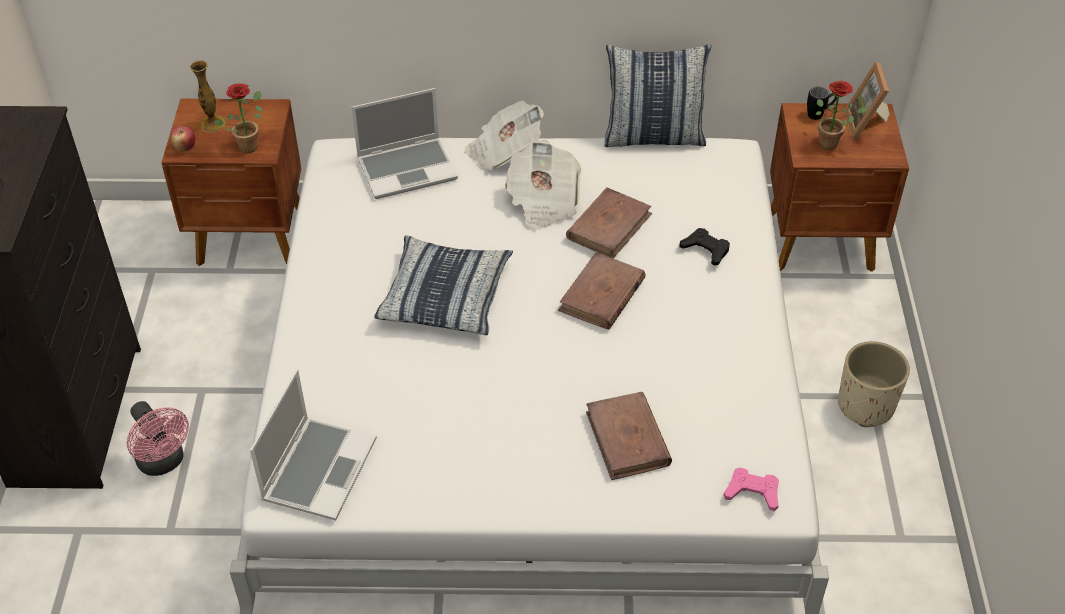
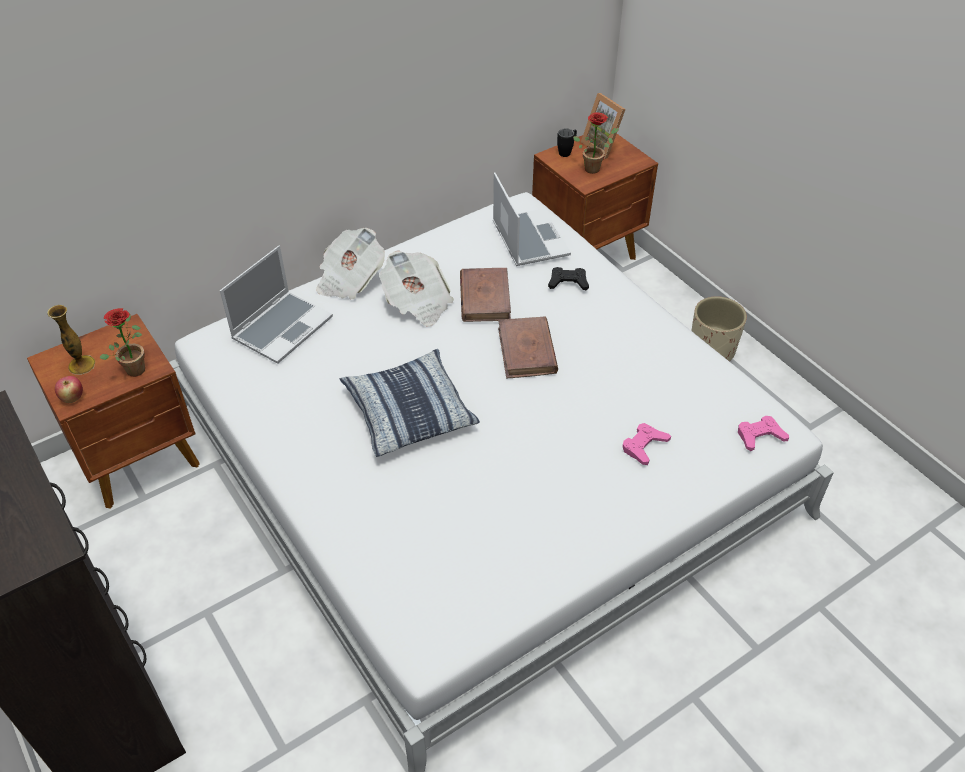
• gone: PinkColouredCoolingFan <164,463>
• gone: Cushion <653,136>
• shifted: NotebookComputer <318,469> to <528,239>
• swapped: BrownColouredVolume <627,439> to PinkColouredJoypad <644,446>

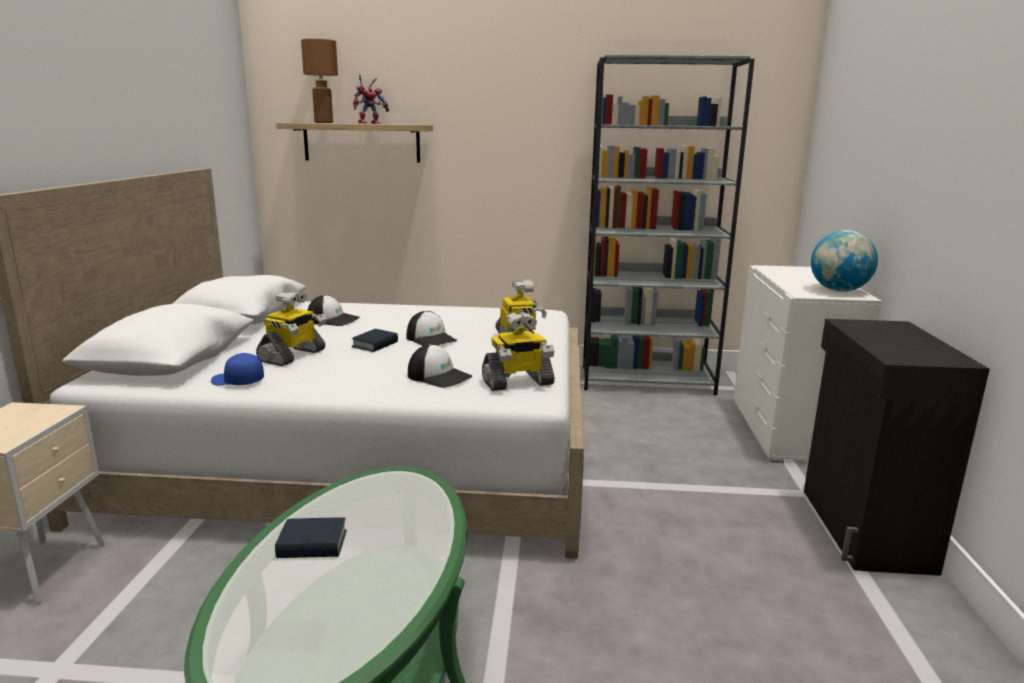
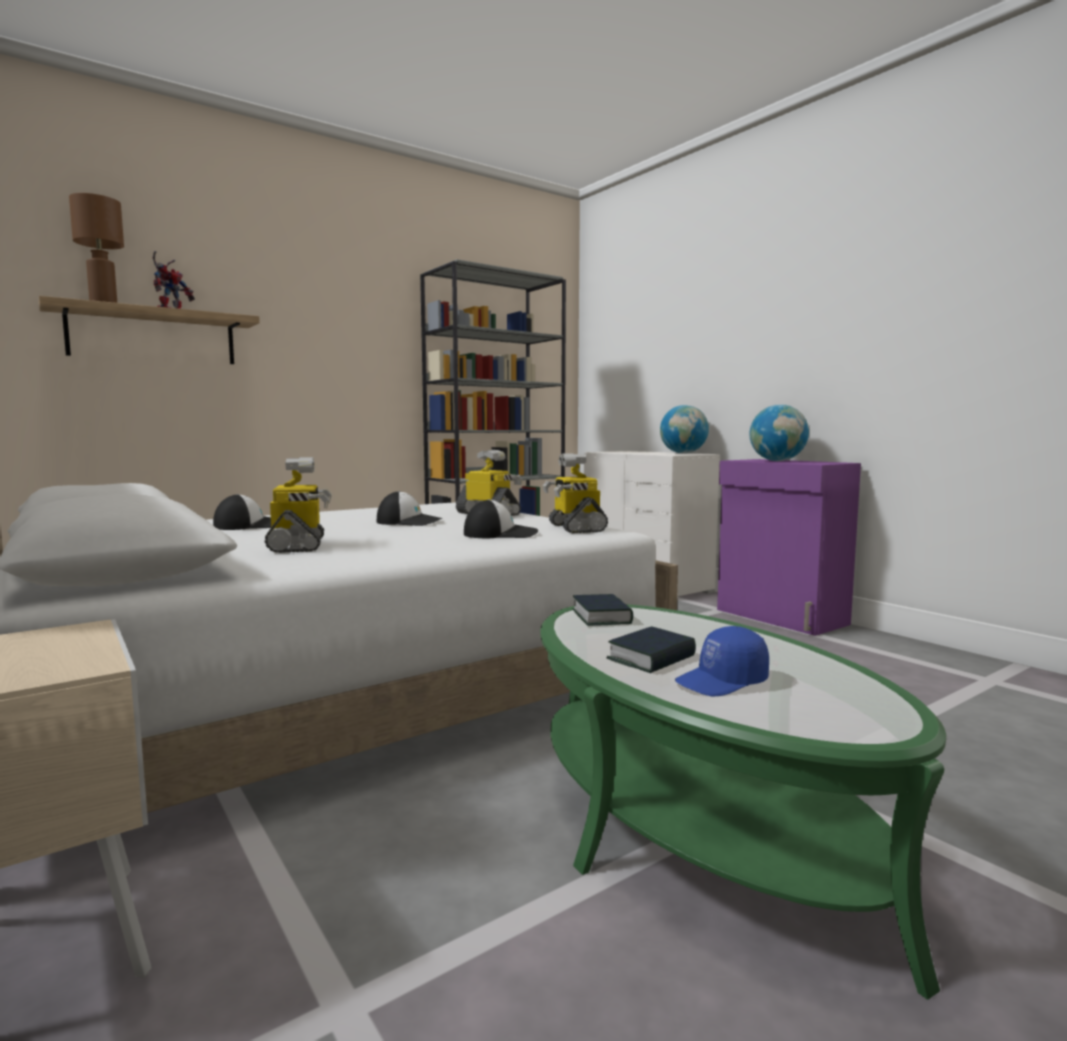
• new: WorldGlobe <777,461>
• shifted: BluePeakedCap <237,381> to <722,682>
• shifted: Volume <375,345> to <601,617>
• repainted: BlackishCupboard <863,529> to PurpleColouredCupboard <780,617>
• rotated: RobotFigure <517,383> = <575,528> 135 degrees clockwise

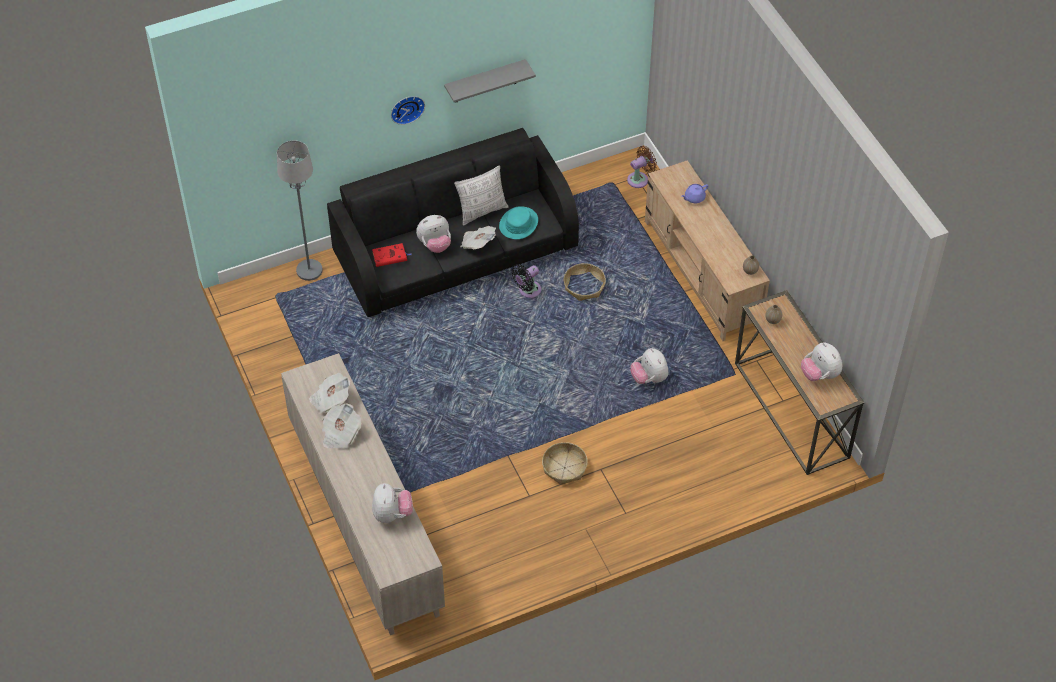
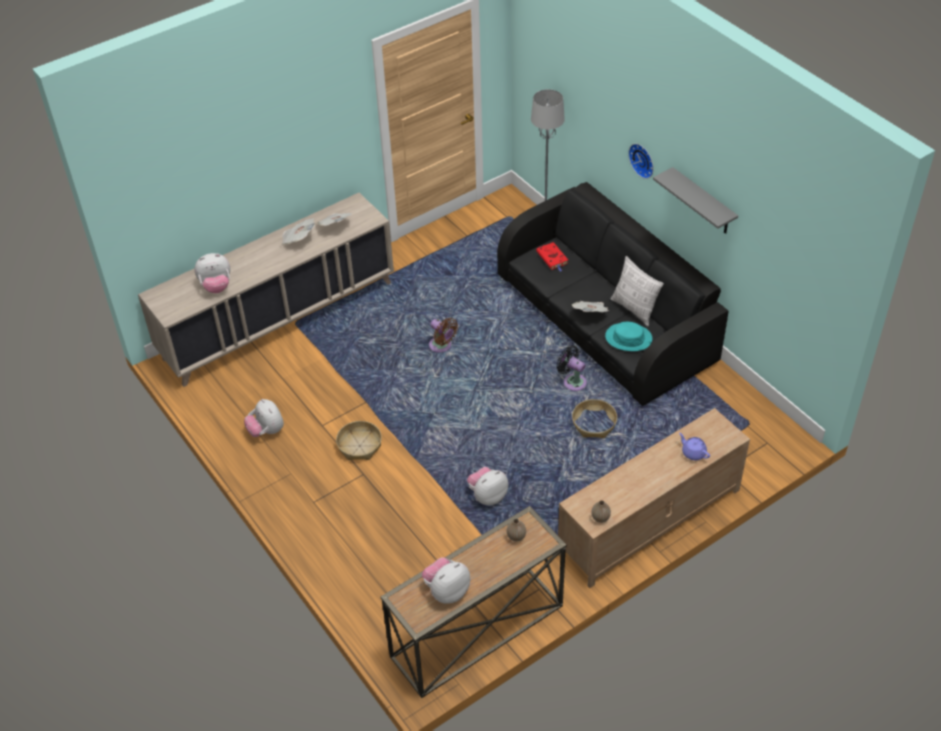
• shifted: CuddlyToy <435,245> to <266,431>
• shifted: BrownColouredCoolingFan <640,179> to <442,346>

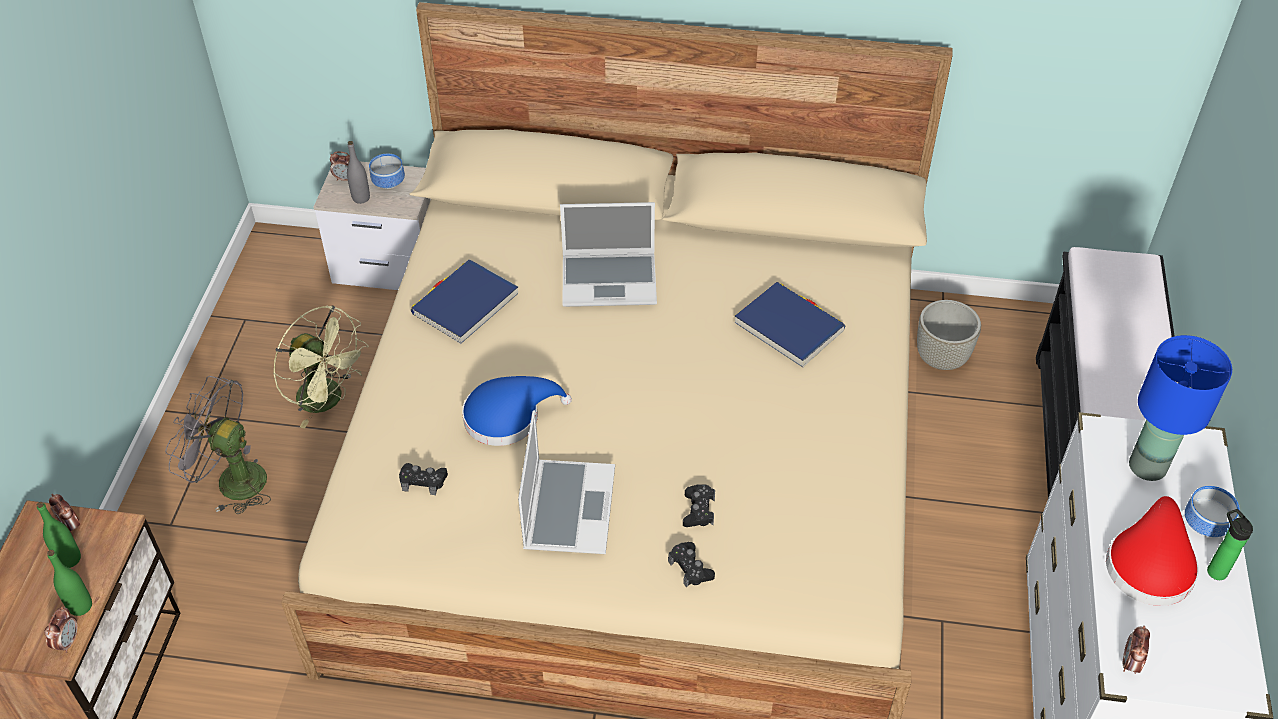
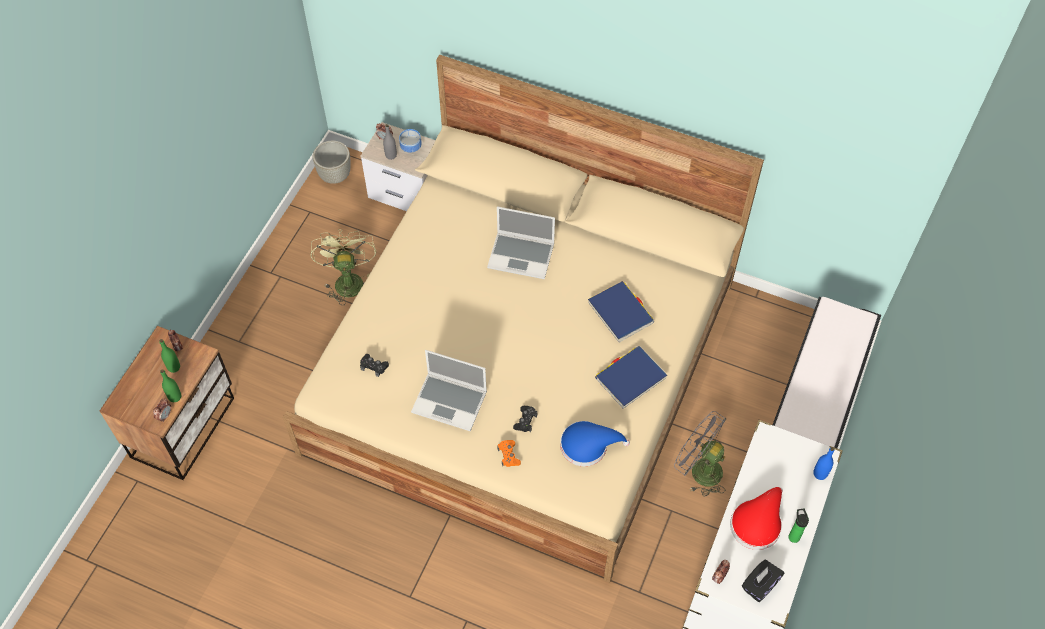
• gone: BlueTableLamp <1146,466>
• gone: Bowl <1207,524>
• new: BlackishBoxOfTissues <760,585>
• new: BlueBottle <820,474>
• shifted: GreyishCoolingFan <231,480> to <699,469>
• shifted: BlueVolume <465,304> to <630,378>
• shifted: BlueWearableHat <508,416> to <588,445>
• shifted: GreyishPlanter <941,358> to <335,175>
• repainted: BlackishJoypad <690,568> to OrangeColouredJoypad <508,455>
• rotated: GreenCoolingFan <328,400> = <347,280> 150 degrees counterclockwise
• rotated: NotebookComputer <568,507> = <450,402> 90 degrees clockwise

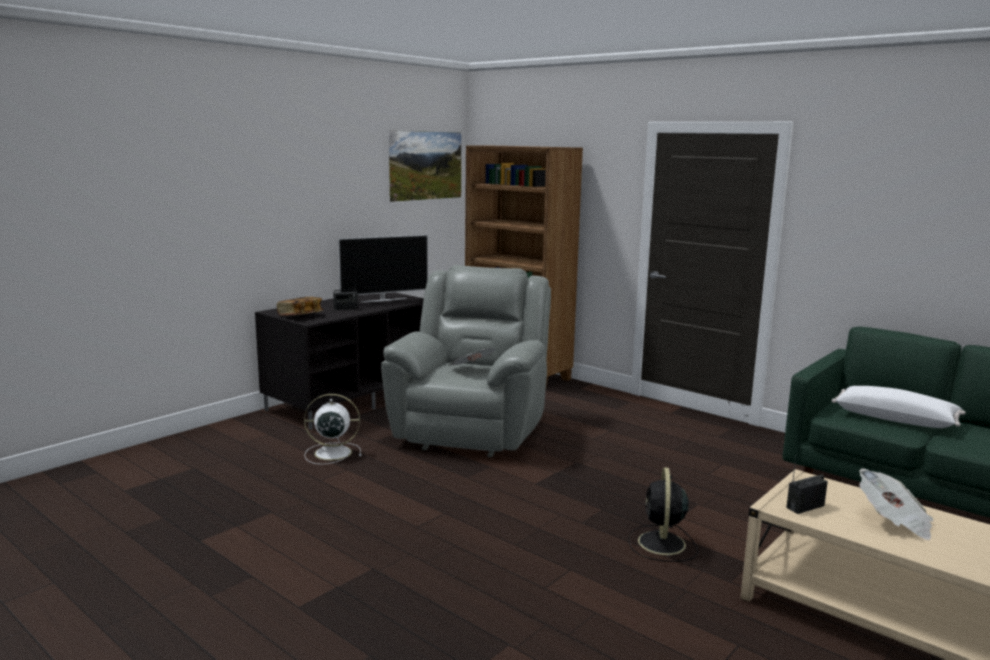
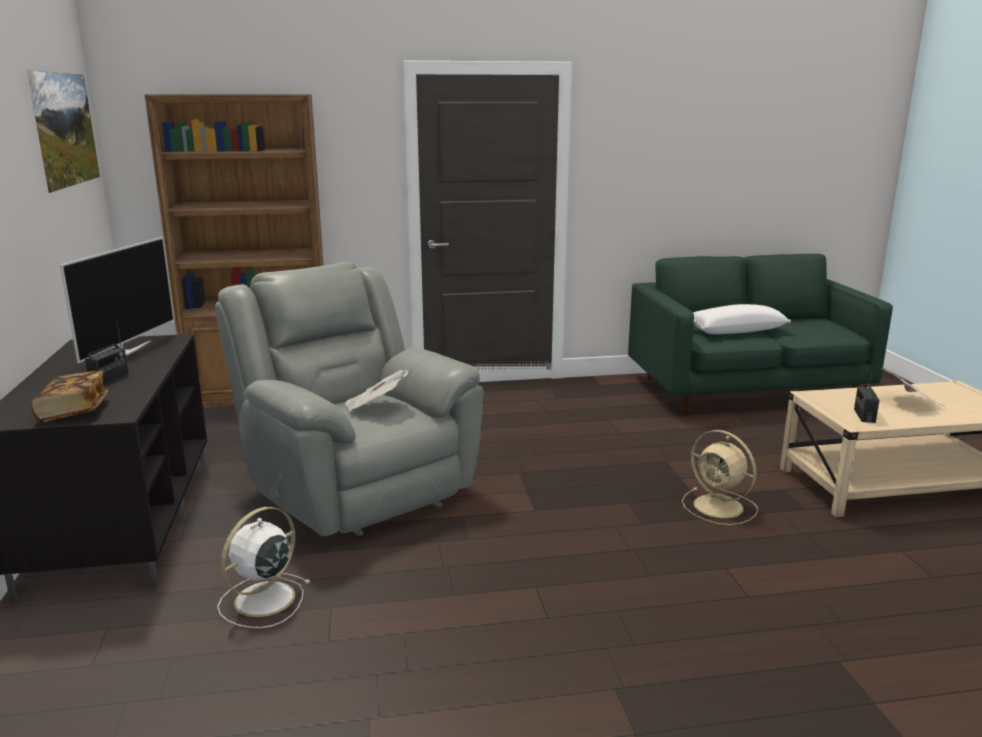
• repainted: BlackishCoolingFan <661,544> to BeigeCoolingFan <720,507>

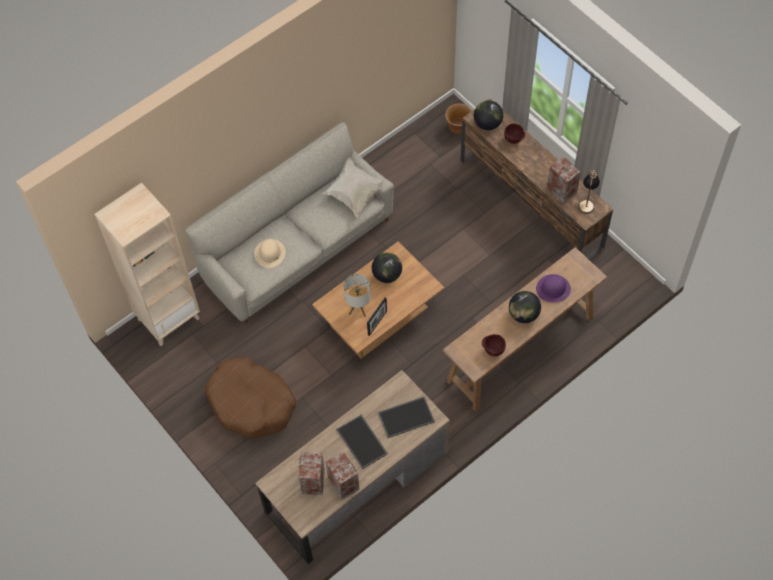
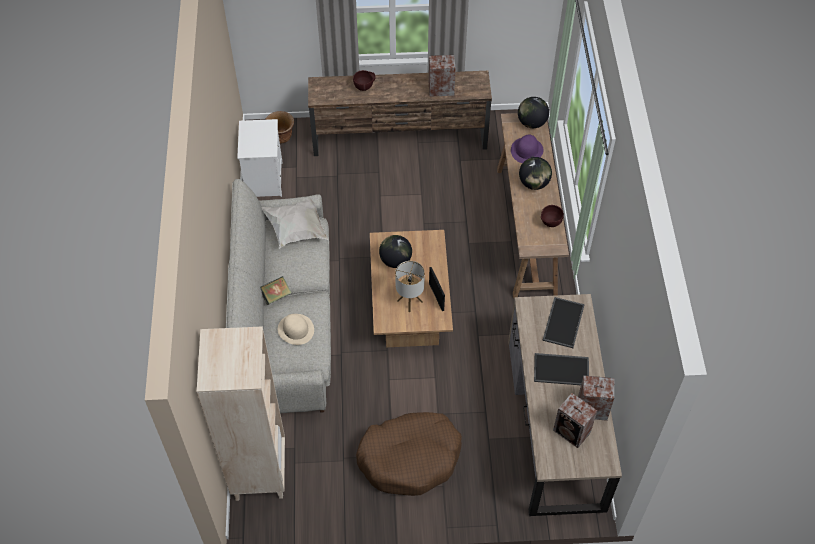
• gone: TableLamp <587,201>
• new: WhiteNightstand <263,179>
• new: Volume <276,295>
• shifted: WorldGlobe <487,124> to <532,123>

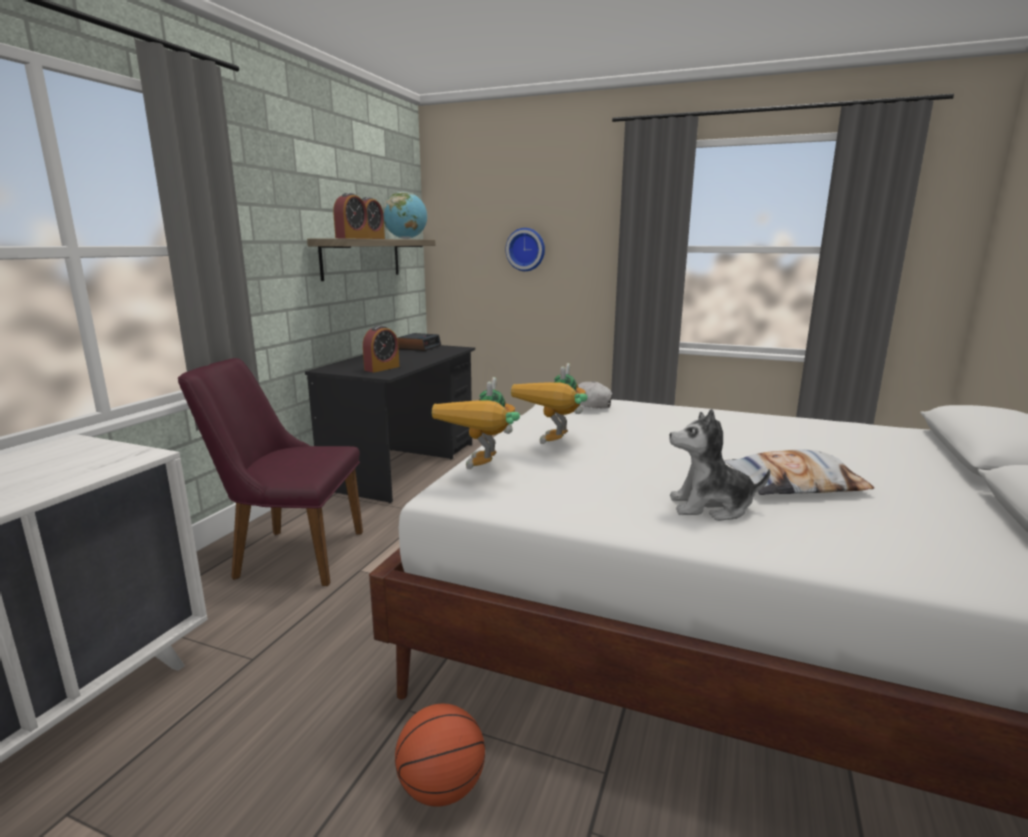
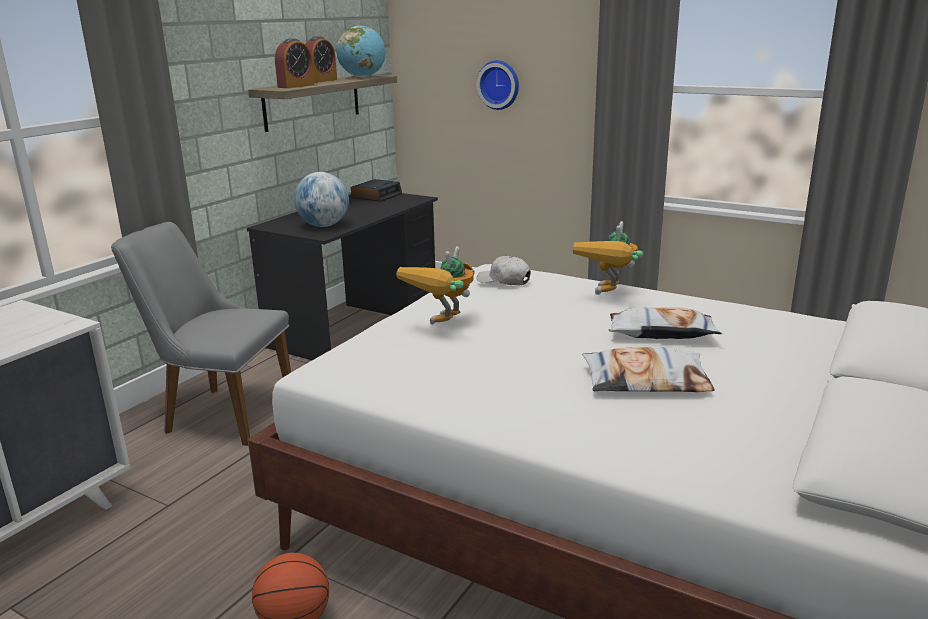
• gone: CuddlyToy <710,507>
• new: Cushion <661,333>
• shifted: RobotFigure <484,470> to <610,295>
• swapped: AlarmClock <382,368> to WorldGlobe <324,226>
• repainted: PurpleColouredPlainChair <288,554> to GreyishPlainChair <219,412>

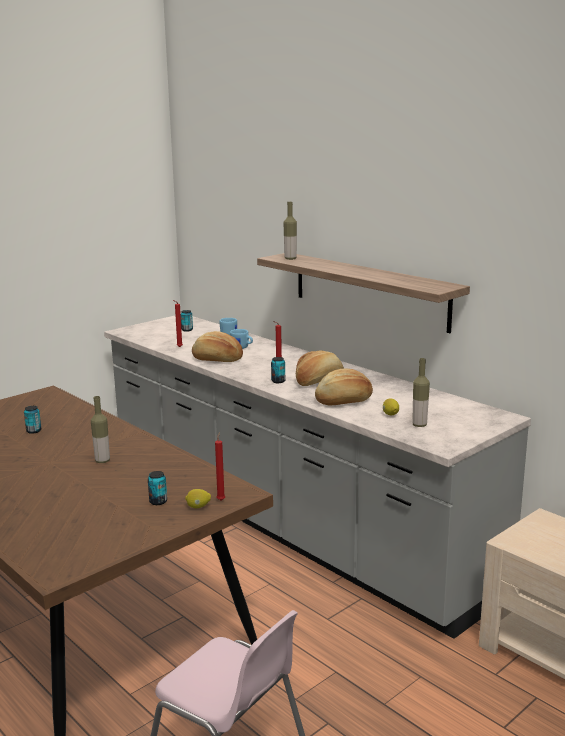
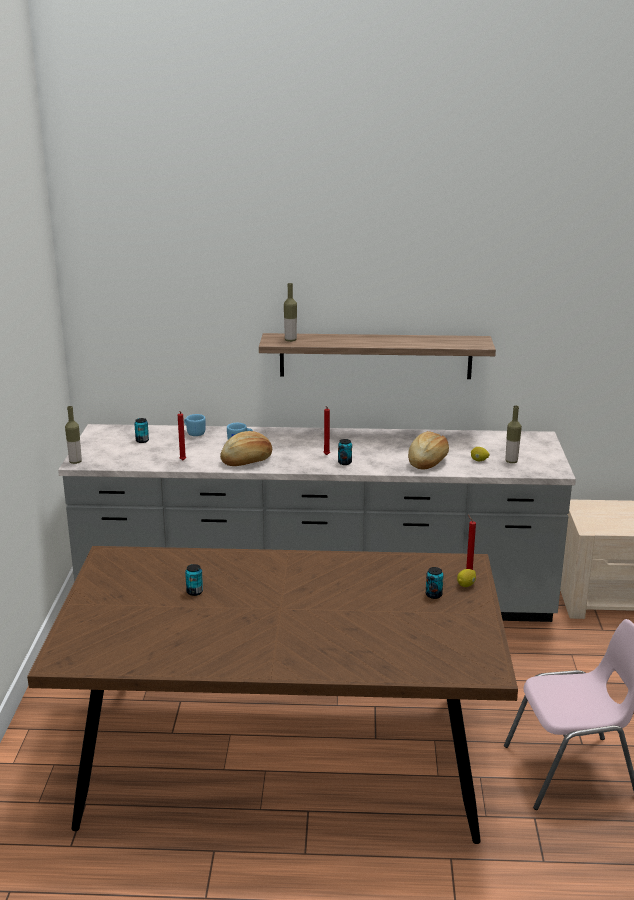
• gone: BakedBread <319,381>
• shifted: Bottle <102,461> to <75,462>

